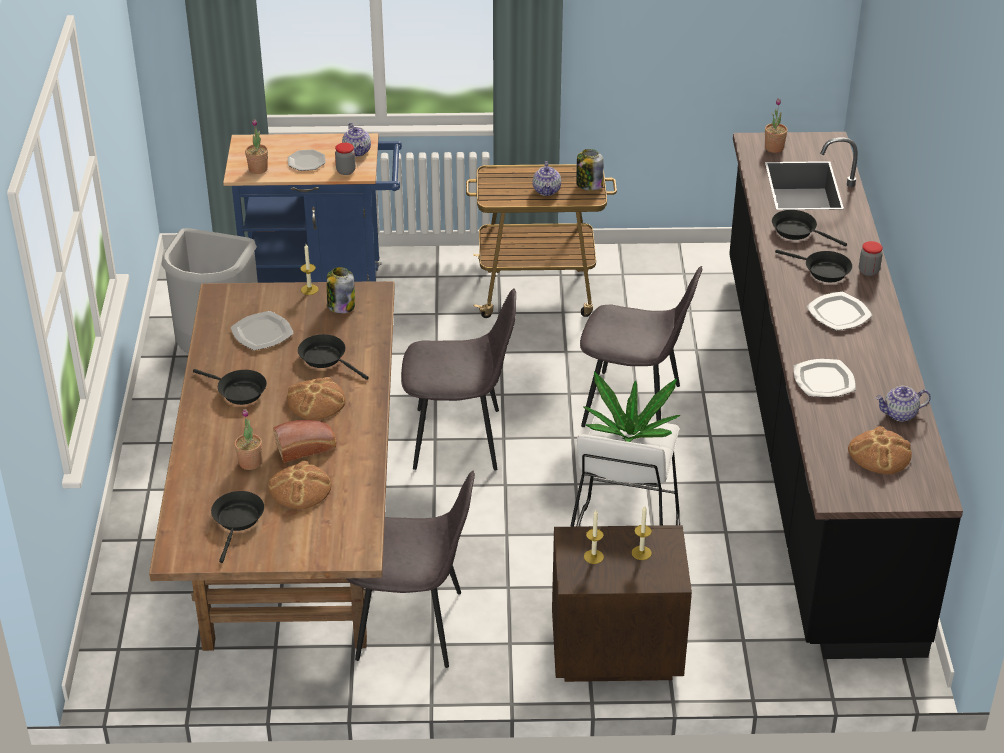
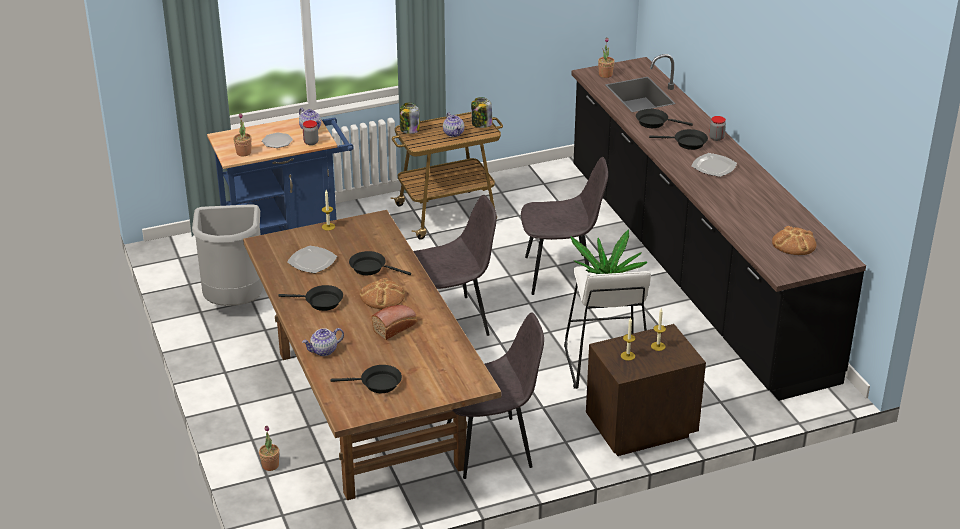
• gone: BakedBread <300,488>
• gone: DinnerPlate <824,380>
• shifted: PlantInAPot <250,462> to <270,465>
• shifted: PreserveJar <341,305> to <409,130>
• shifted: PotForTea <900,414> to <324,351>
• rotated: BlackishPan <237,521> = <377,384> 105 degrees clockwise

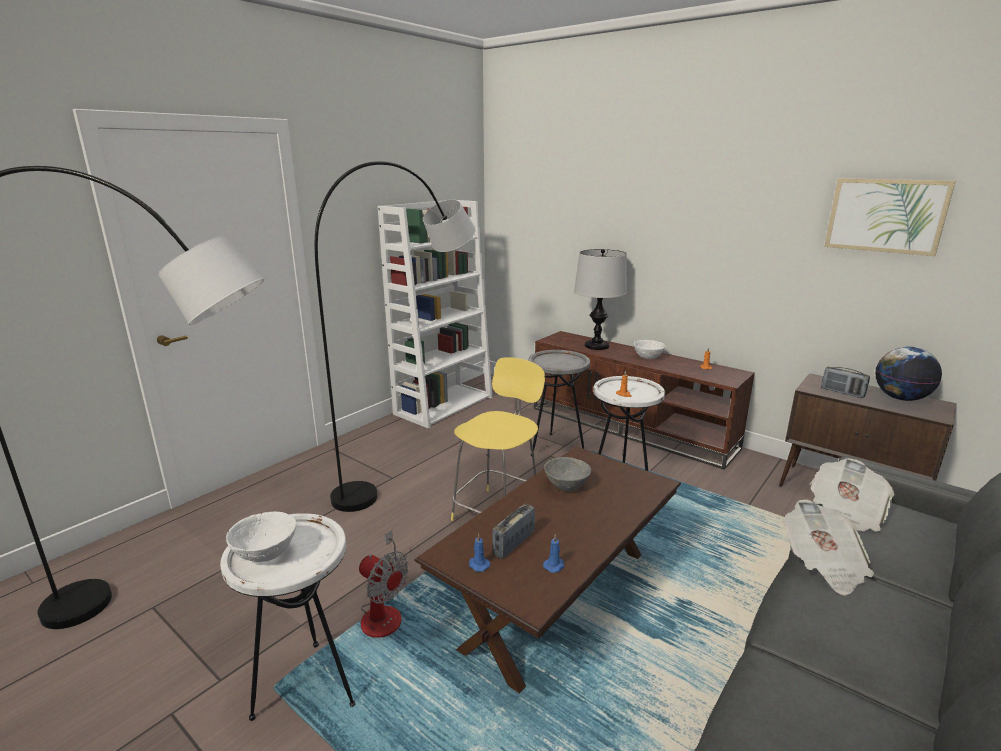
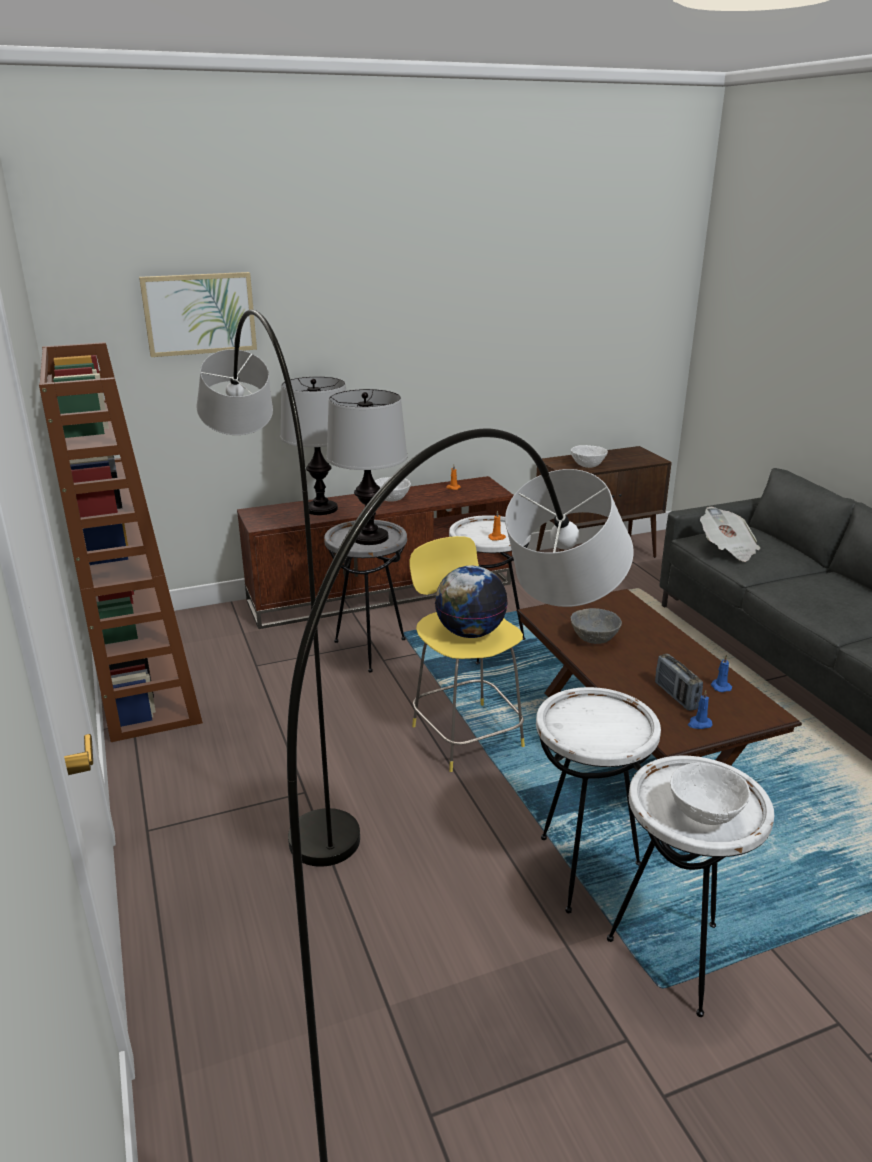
• gone: Newspaper <823,565>
• new: TableLamp <370,537>
• shifted: Picture <885,215> to <199,314>
• shifted: WorldGlobe <900,398> to <470,633>
• swapped: CoolingFan <383,611> to WhiteSideTable <582,870>
• swapped: RadioSet <842,392> to WhiteBowl <587,465>
• repainted: WhiteBookshelf <444,405> to BrownColouredBookshelf <148,689>

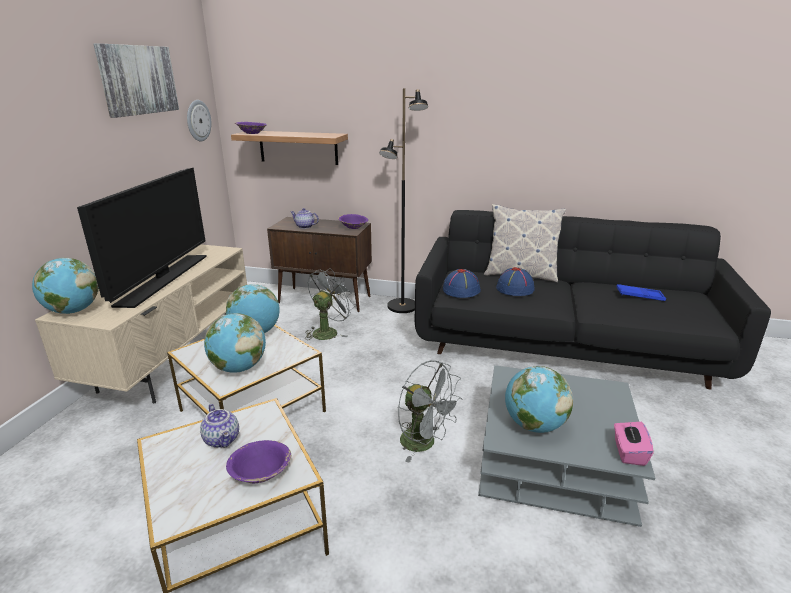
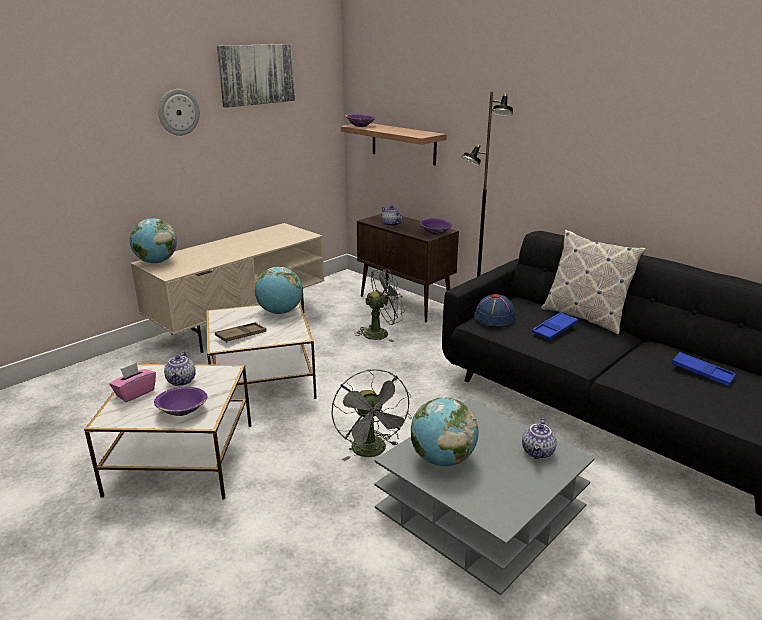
• gone: Television <163,279>
• new: PotForTea <538,452>
• shifted: WallClock <198,120> to <178,112>
• shifted: PinkColouredBoxOfTissues <628,452> to <135,393>
• swapped: WorldGlobe <239,368> to BrownColouredCarryingTray <241,335>
• swapped: BlueWearableHat <515,289> to BlueCarryingTray <554,329>

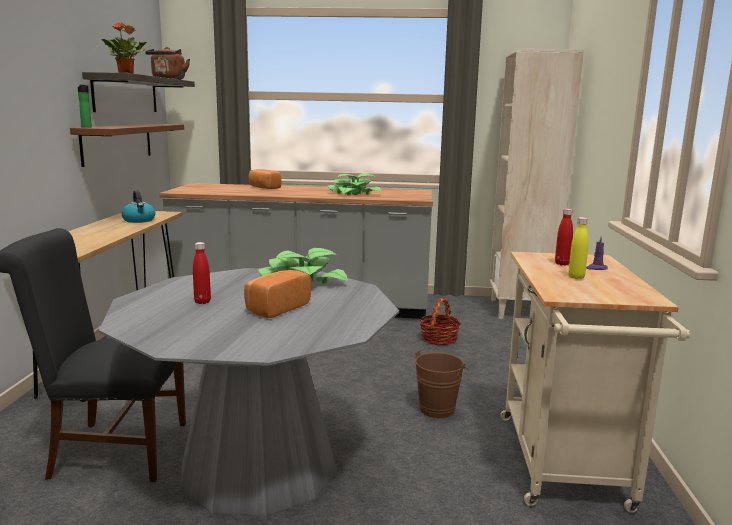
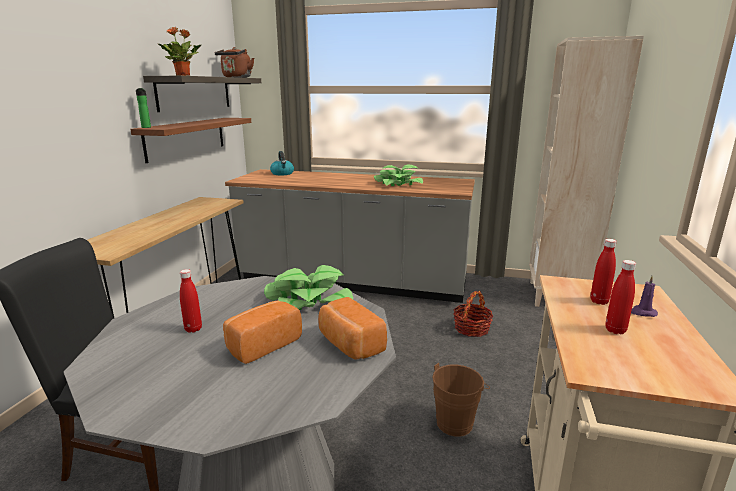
• shifted: TeaKettle <139,220> to <282,173>
• shifted: BakedBread <263,187> to <349,344>
• repainted: YellowColouredBottle <576,277> to RedColouredBottle <615,330>

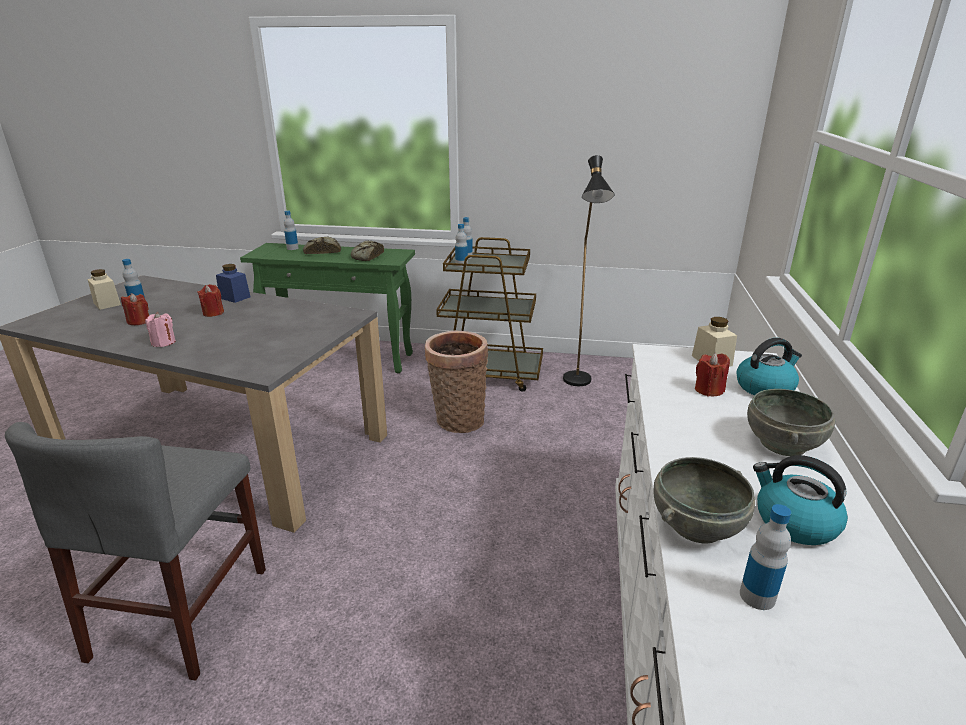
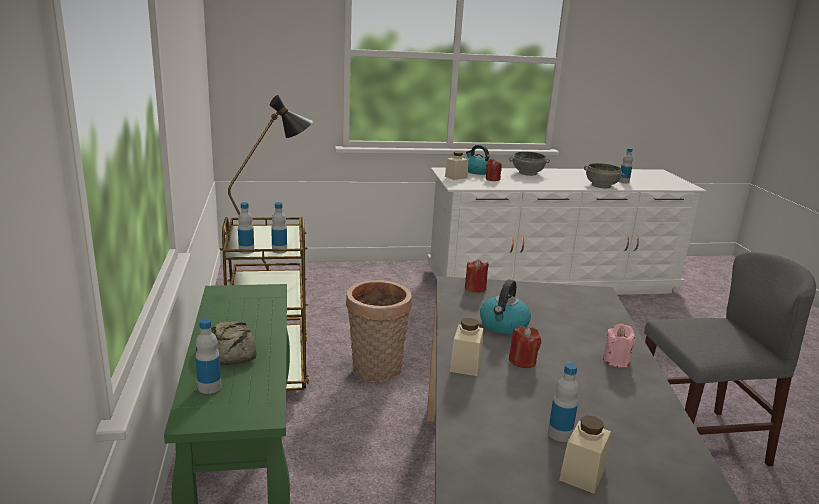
• gone: BakedBread <367,257>
• shifted: RedColouredCandle <139,321> to <475,288>
• shifted: TeaKettle <794,522> to <503,325>
• repainted: BluePreserveJar <235,297> to BeigePreserveJar <465,365>

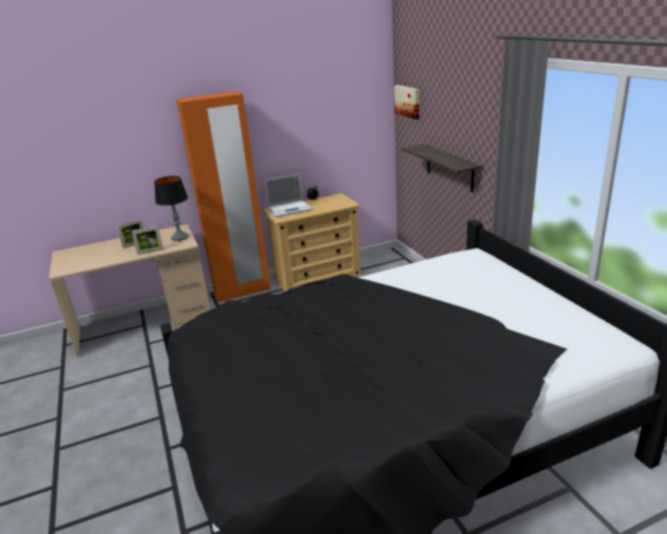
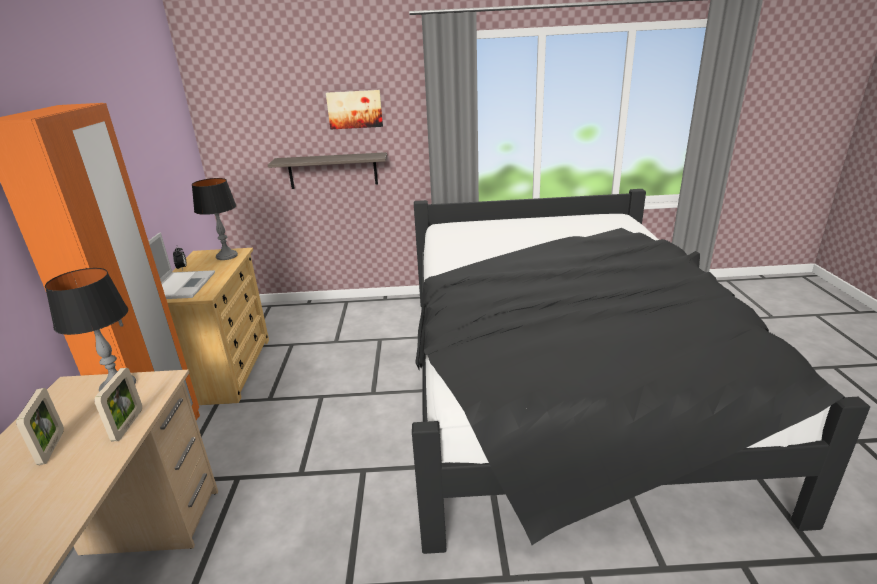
• new: TableLamp <226,256>
• shifted: Picture <408,101> to <355,109>

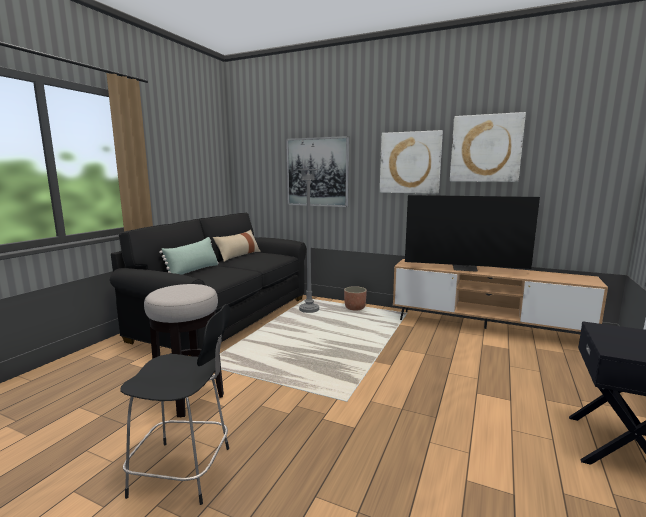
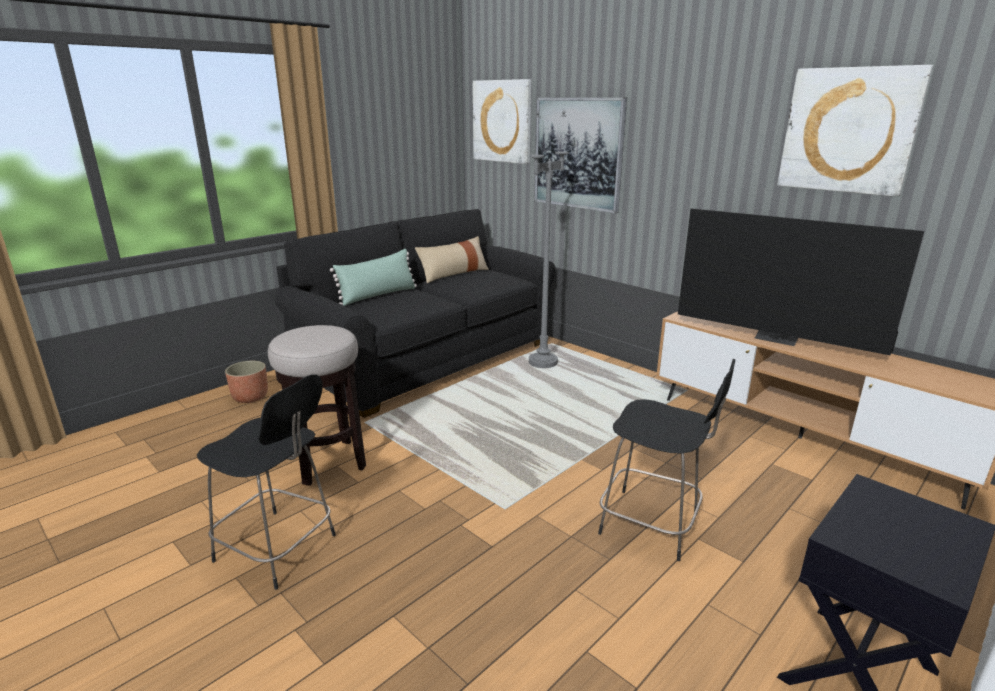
• new: BlackishStoolSeat <653,525>
• shifted: Planter <355,308> to <250,397>
• shifted: Picture <410,163> to <502,121>

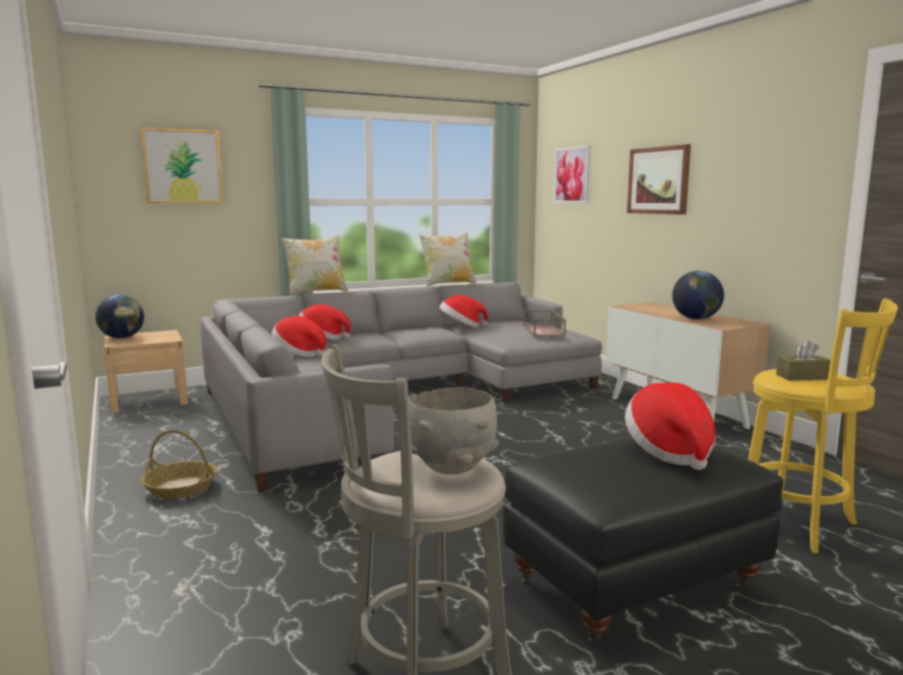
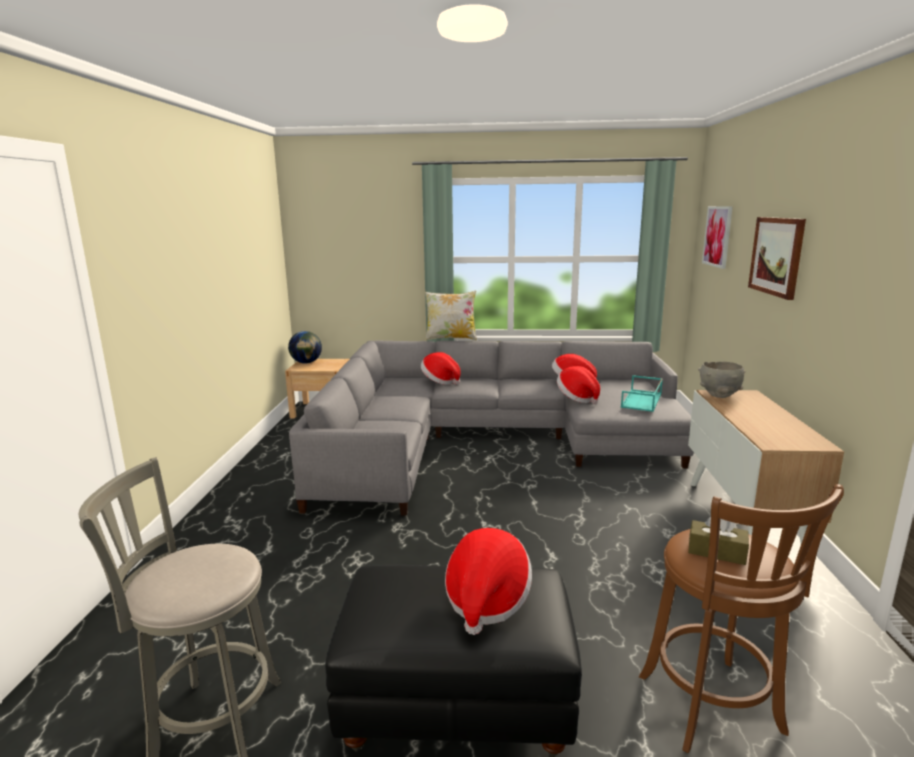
• gone: Picture <183,166>
• gone: StorageBasket <181,487>
• gone: Cushion <448,284>
• gone: WorldGlobe <696,319>
• shifted: WearableHat <299,354> to <577,398>
• shifted: GreyishBowl <450,467> to <719,395>
• repainted: BrownColouredCarryingTray <544,331> to BlueGreenCarryingTray <642,400>
• repainted: YellowColouredStoolSeat <801,525> to BrownColouredStoolSeat <713,709>

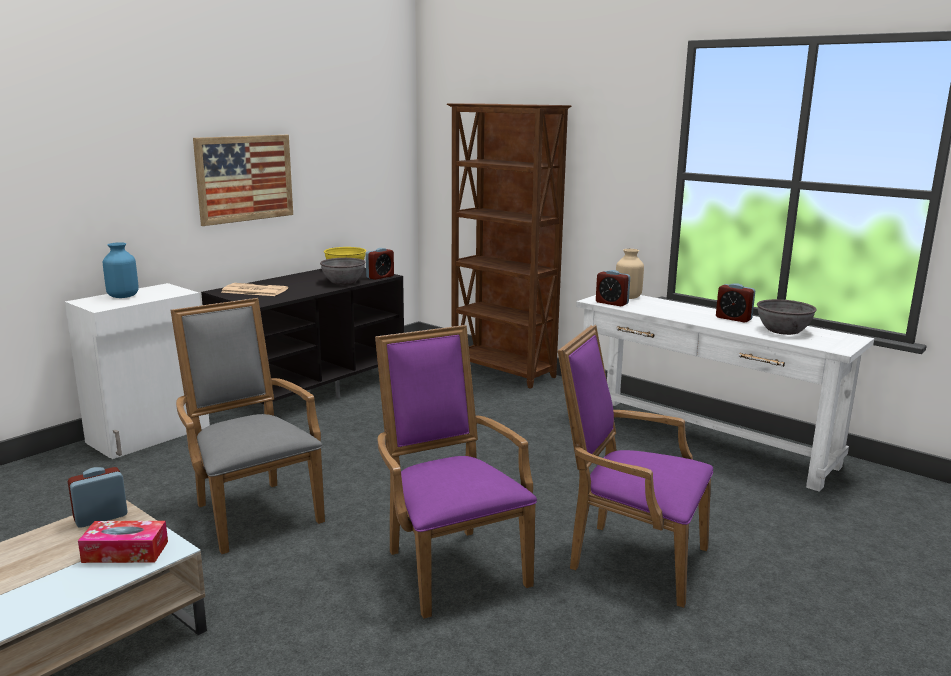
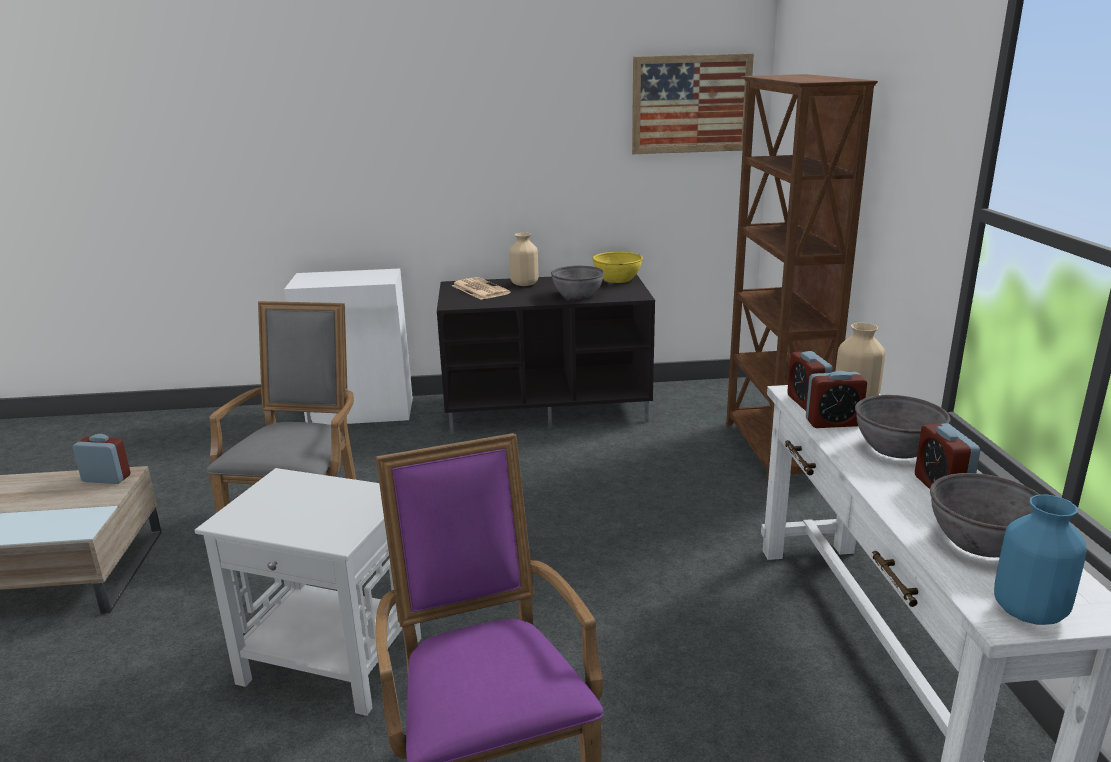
• gone: BoxOfTissues <125,552>
• new: BeigeFlowerVase <524,284>
• new: GreyishBowl <897,448>
• shifted: BlueFlowerVase <124,296> to <1030,611>
• shifted: Picture <245,178> to <691,104>
• shifted: AlarmClock <380,277> to <833,423>
• swapped: PurpleColouredEasyChair <450,564> to WhiteSideTable <333,661>

